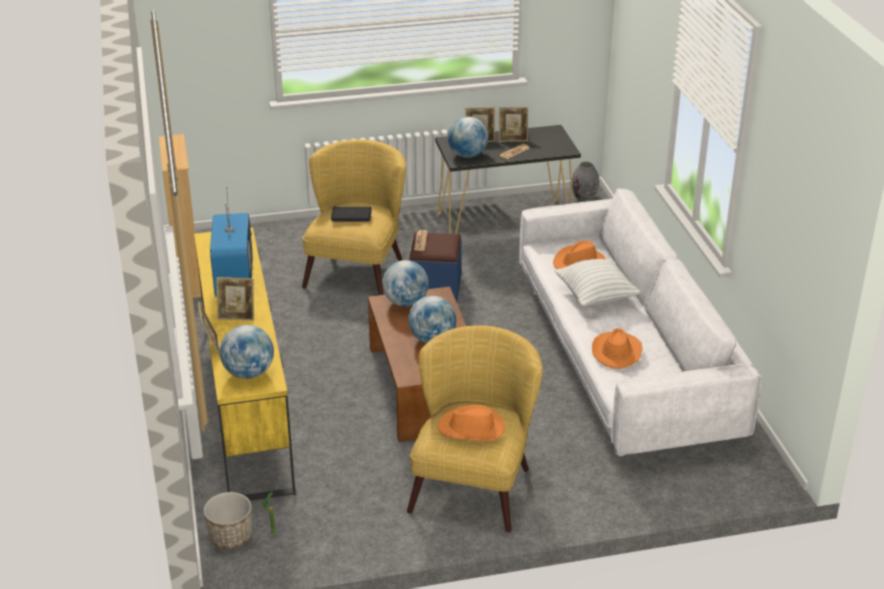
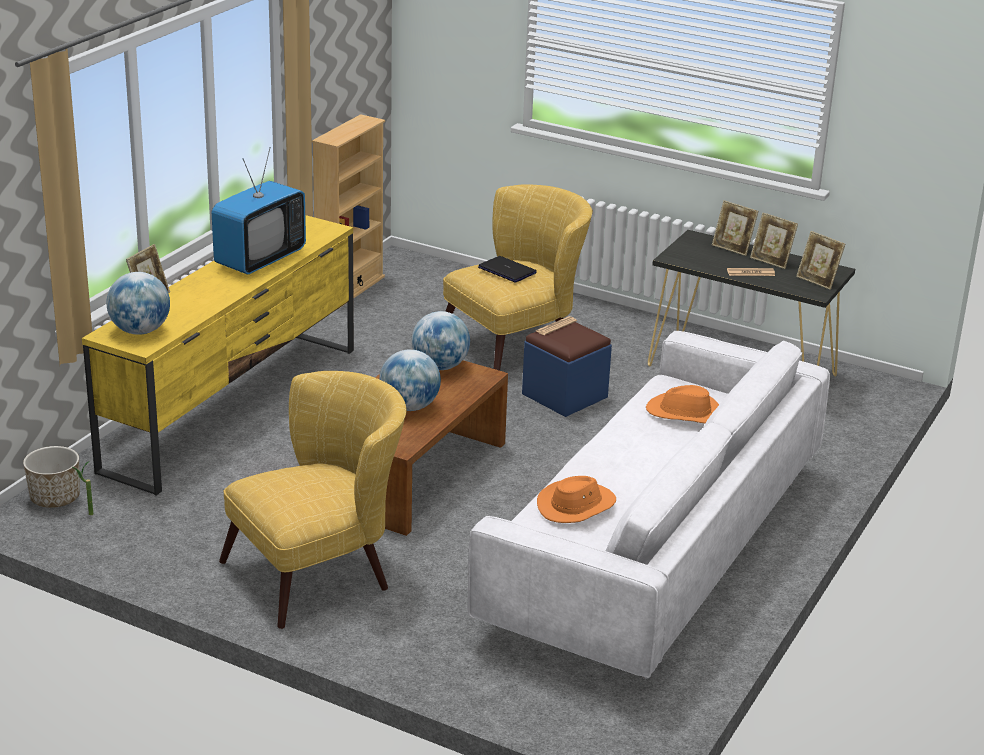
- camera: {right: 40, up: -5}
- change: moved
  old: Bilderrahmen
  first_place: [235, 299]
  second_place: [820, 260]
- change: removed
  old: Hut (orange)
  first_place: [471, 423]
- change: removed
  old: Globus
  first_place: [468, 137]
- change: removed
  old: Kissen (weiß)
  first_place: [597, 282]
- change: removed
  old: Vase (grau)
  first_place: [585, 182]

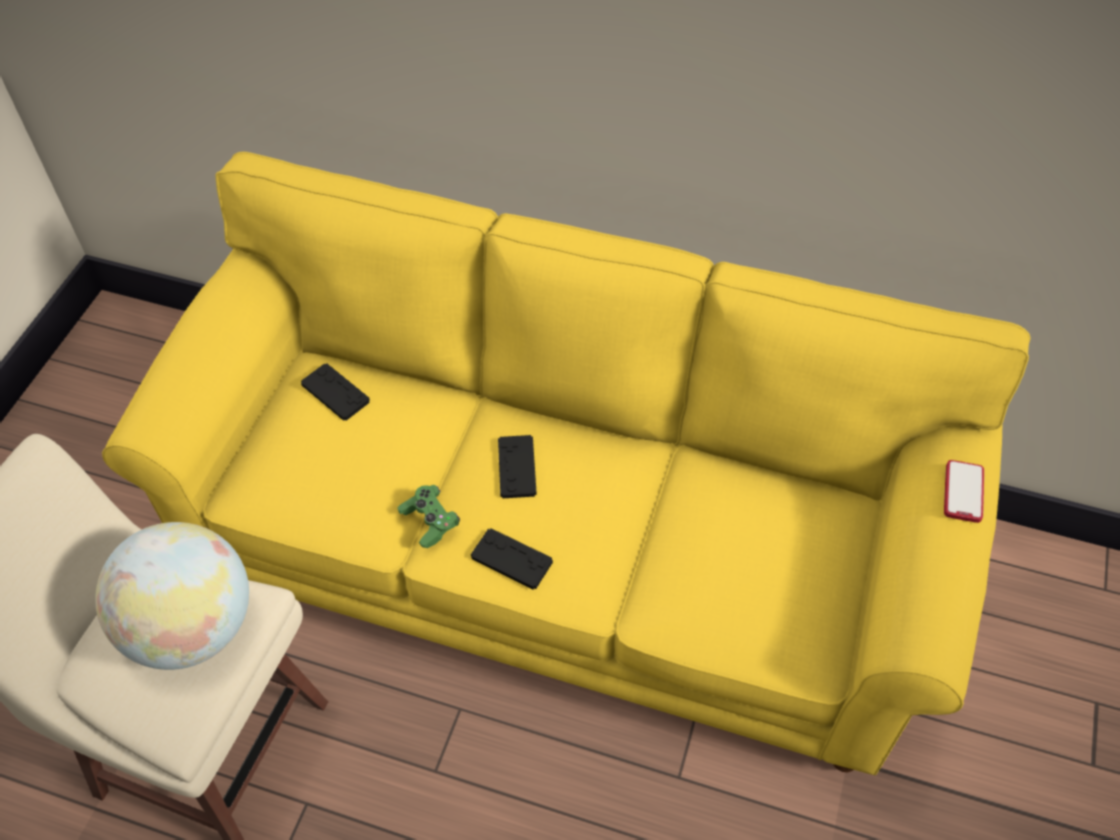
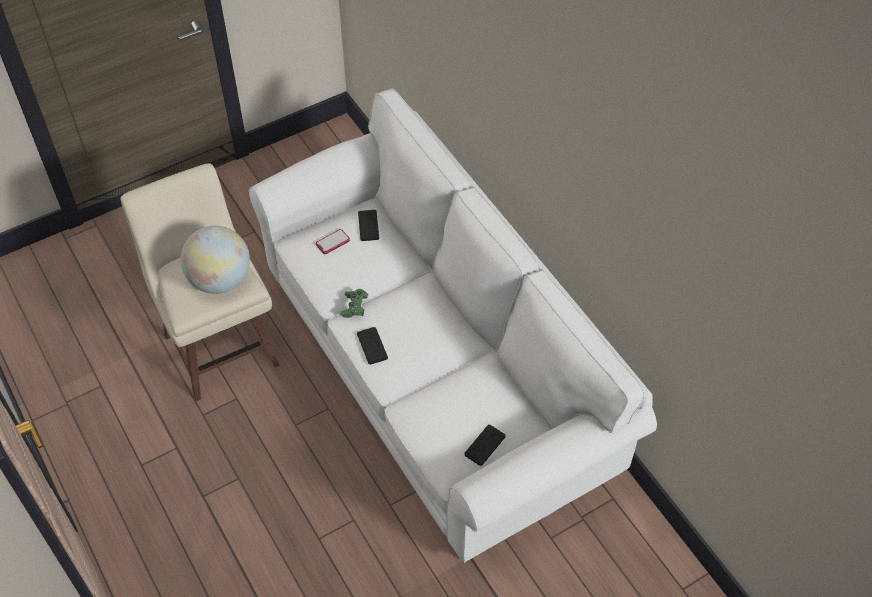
- camera: {right: 40, up: 0}
- change: recoloured
  old: Sofa (gelb)
  new: Sofa (weiß)
  first_place: [566, 463]
  second_place: [453, 325]
- change: moved
  old: Handy
  first_place: [964, 491]
  second_place: [333, 241]
- change: moved
  old: Gamepad (schwarz)
  first_place: [517, 467]
  second_place: [484, 445]

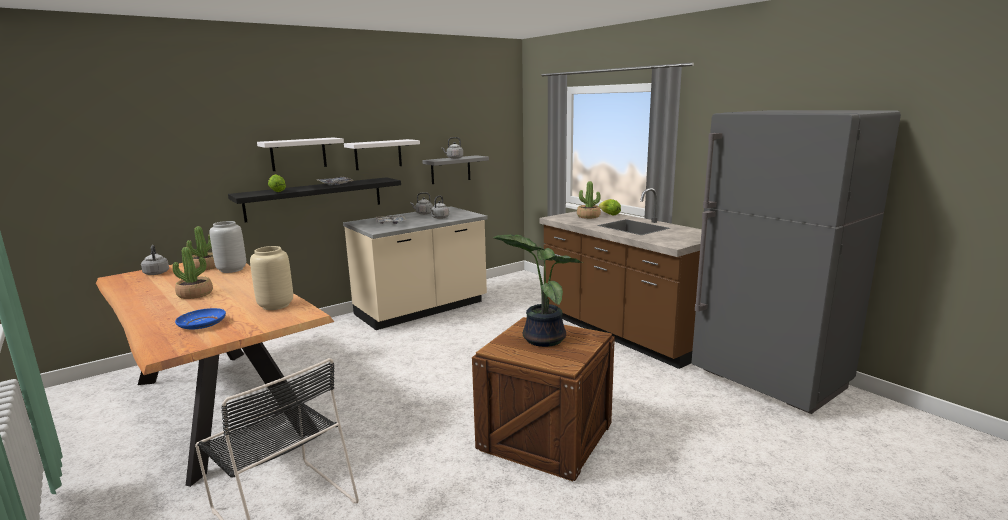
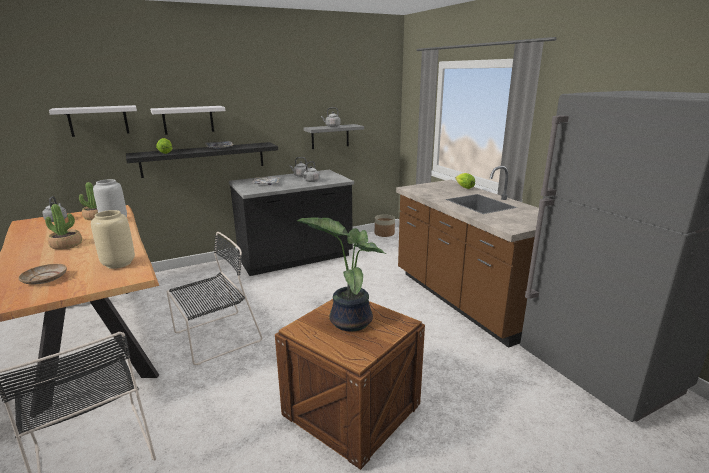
- camera: {right: 10, up: 5}
- change: recoloured
  old: Teller (blau)
  new: Teller (beige)
  first_place: [200, 318]
  second_place: [43, 274]
- change: moved
  old: Wandregal (weiß)
  first_place: [382, 154]
  second_place: [93, 121]
- change: added
  new: Stuhl (schwarz)
  second_place: [215, 298]
- change: recoloured
  old: Küchenzeile (beige)
  new: Küchenzeile (schwarz)
  first_place: [415, 268]
  second_place: [291, 223]
- change: added
  new: Pflanzkübel
  second_place: [385, 225]
- change: removed
  old: Topfpflanze
  first_place: [589, 200]

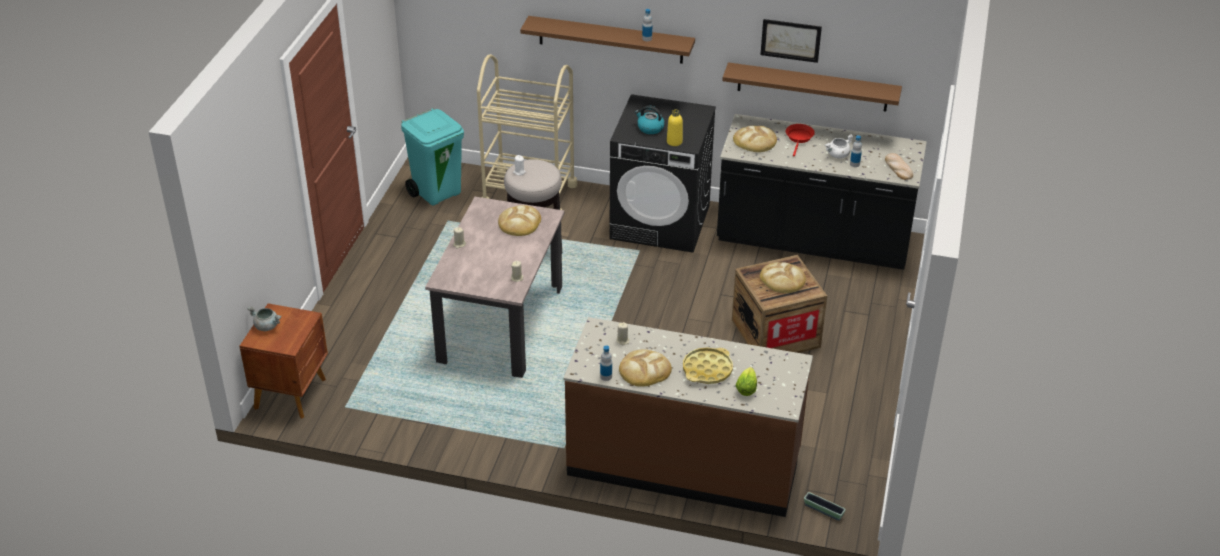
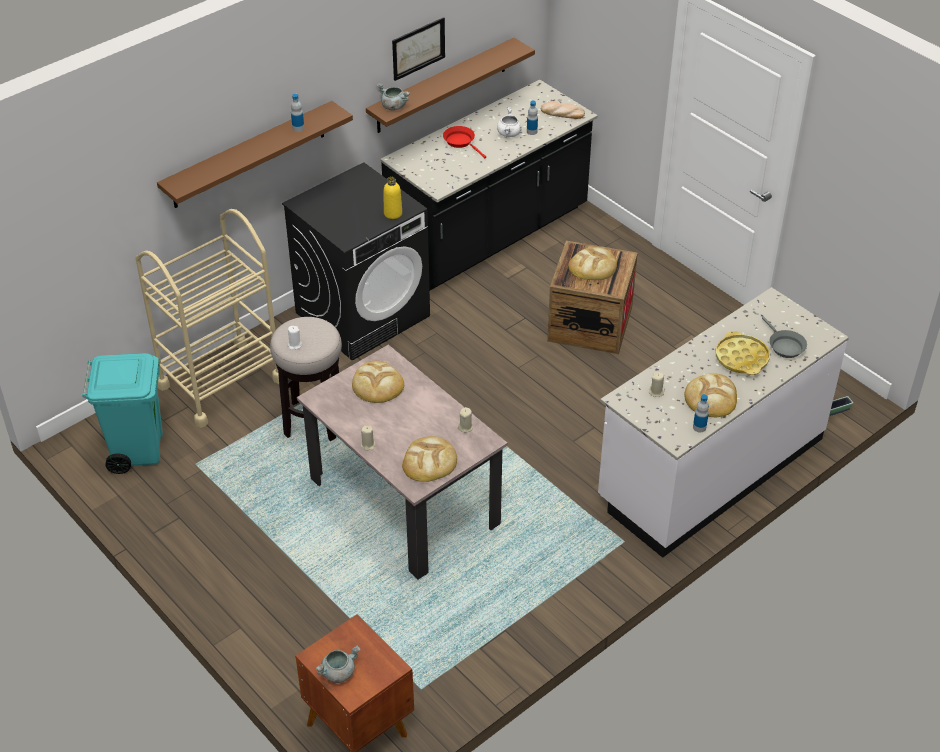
- camera: {right: -55, up: 5}
- change: added
  new: Kochtopf (grau)
  second_place: [393, 96]
- change: moved
  old: Brot
  first_place: [755, 139]
  second_place: [429, 459]
- change: recoloured
  old: Küchenzeile (braun)
  new: Küchenzeile (weiß)
  first_place: [688, 417]
  second_place: [723, 422]
- change: replaced
  old: Salatkopf
  new: Pfanne (grau)
  first_place: [746, 381]
  second_place: [784, 337]
- change: removed
  old: Wasserkessel
  first_place: [650, 120]

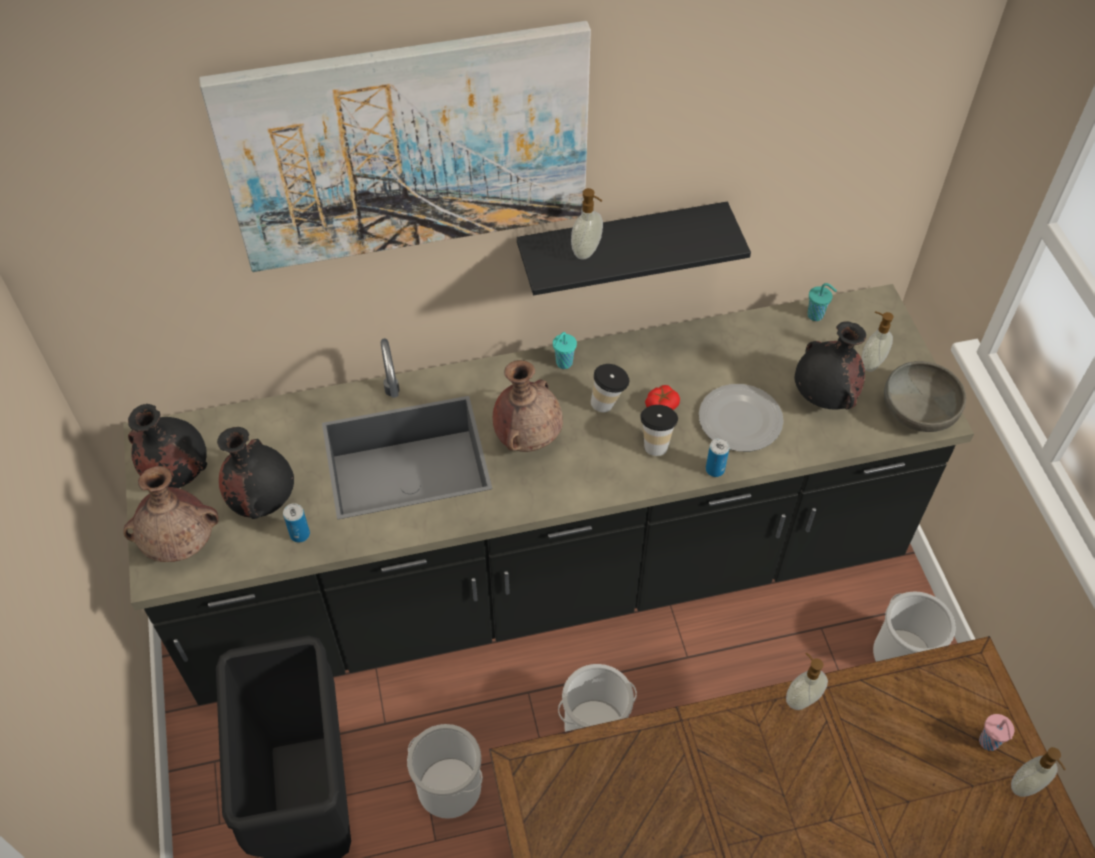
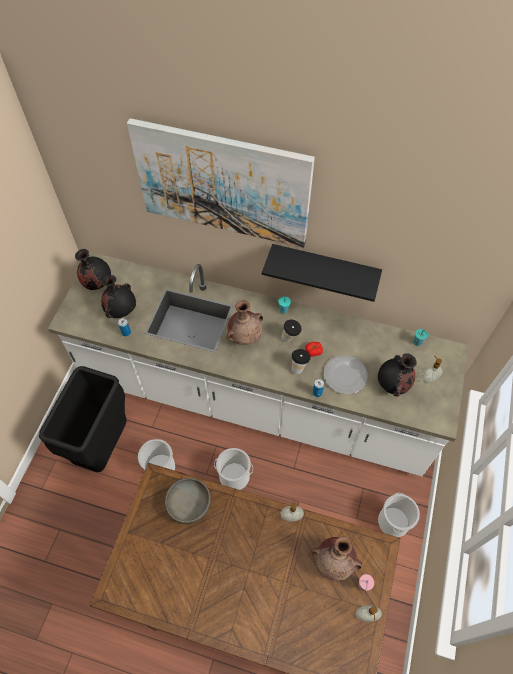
- camera: {right: 30, up: 5}
- change: recoloured
  old: Küchenzeile (schwarz)
  new: Küchenzeile (weiß)
  first_place: [548, 494]
  second_place: [258, 364]
- change: moved
  old: Schüssel (grau)
  first_place: [925, 396]
  second_place: [188, 501]
- change: moved
  old: Vase (braun)
  first_place: [170, 514]
  second_place: [337, 558]
- change: removed
  old: Seifenspender
  first_place: [587, 224]

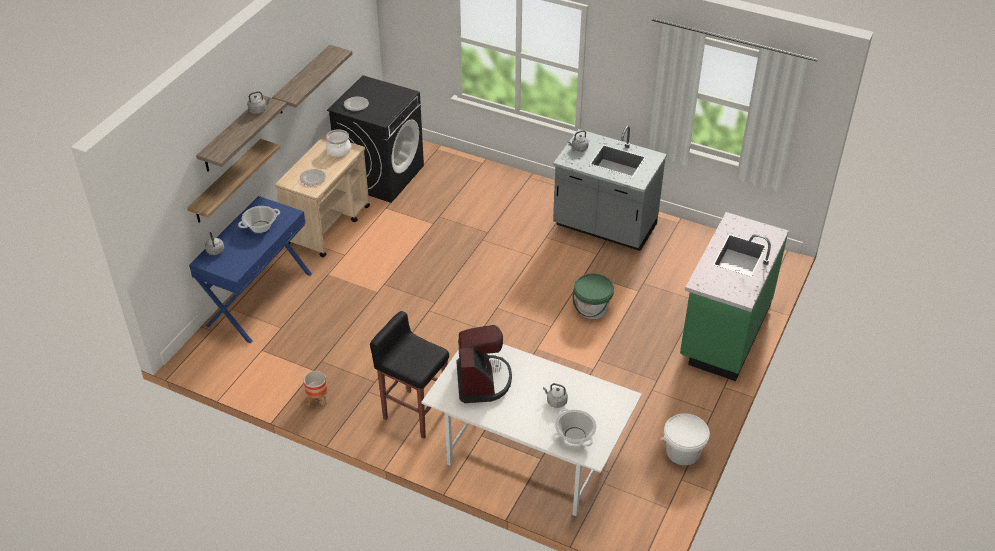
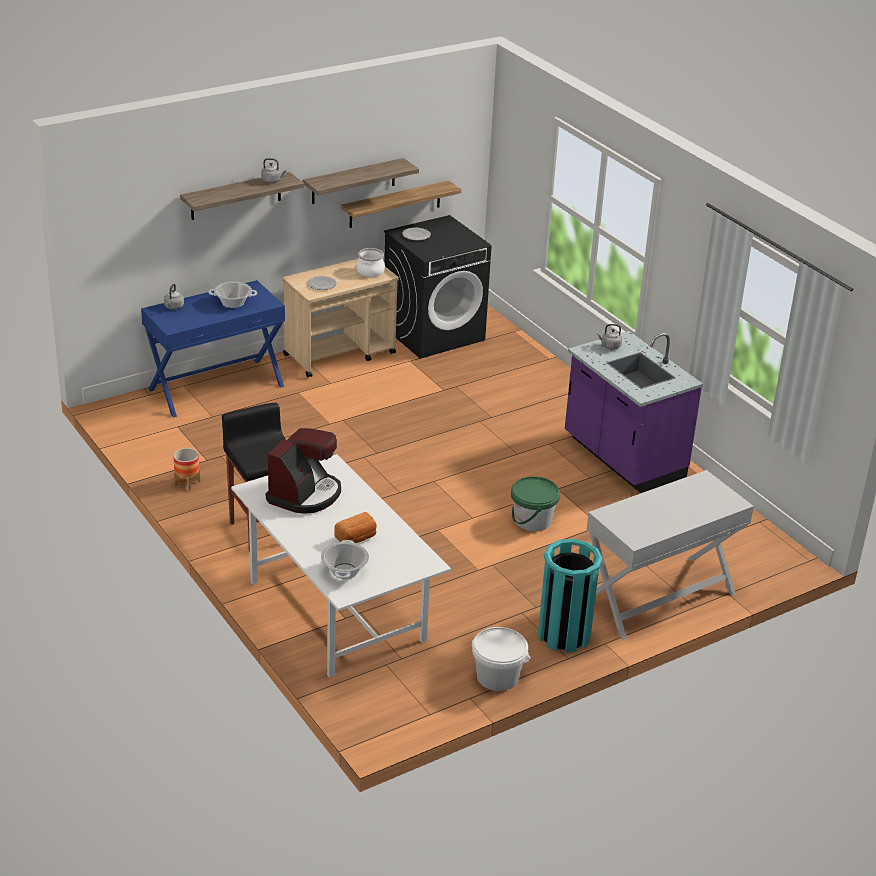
- camera: {right: 30, up: -10}
- change: replaced
  old: Wasserkessel (grau)
  new: Brot
  first_place: [555, 395]
  second_place: [355, 528]
- change: moved
  old: Wandregal
  first_place: [233, 181]
  second_place: [401, 204]
- change: added
  new: Mülleimer (türkis)
  second_place: [570, 596]
- change: recoloured
  old: Küchenzeile (grau)
  new: Küchenzeile (lila)
  first_place: [610, 188]
  second_place: [634, 412]
- change: replaced
  old: Küchenzeile (grün)
  new: Konsolentisch (weiß)
  first_place: [734, 296]
  second_place: [670, 555]

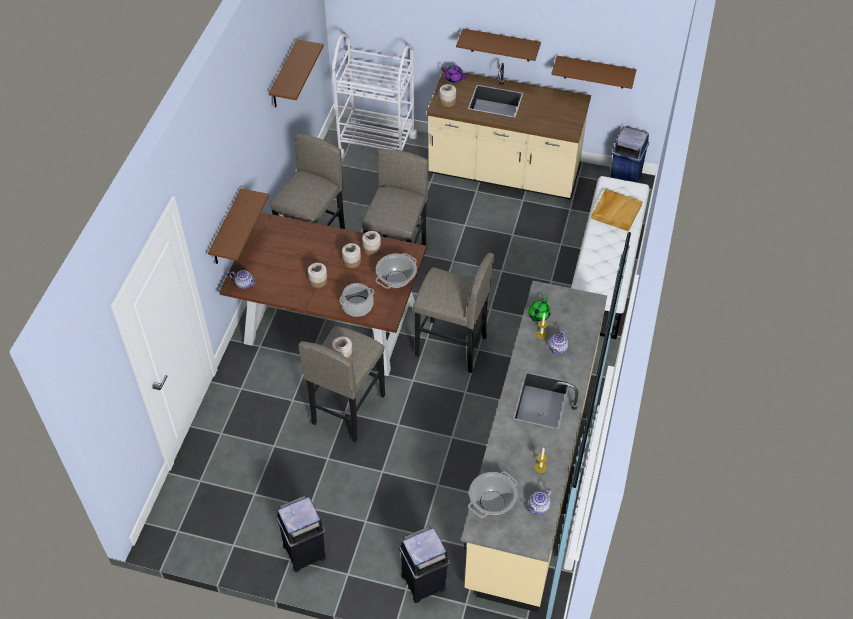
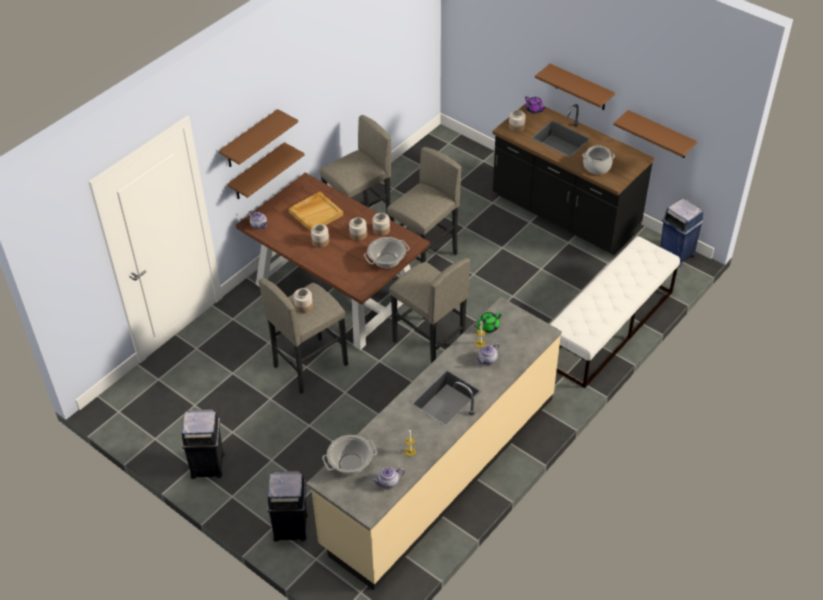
- camera: {right: 25, up: -5}
- change: moved
  old: Wandregal (braun)
  first_place: [296, 73]
  second_place: [258, 138]
- change: moved
  old: Tablett (beige)
  first_place: [617, 210]
  second_place: [315, 212]
- change: recoloured
  old: Küchenzeile (beige)
  new: Küchenzeile (schwarz)
  first_place: [509, 131]
  second_place: [573, 179]
- change: moved
  old: Kochtopf
  first_place: [356, 300]
  second_place: [598, 159]
- change: removed
  old: Rollwagen (weiß)
  first_place: [374, 96]

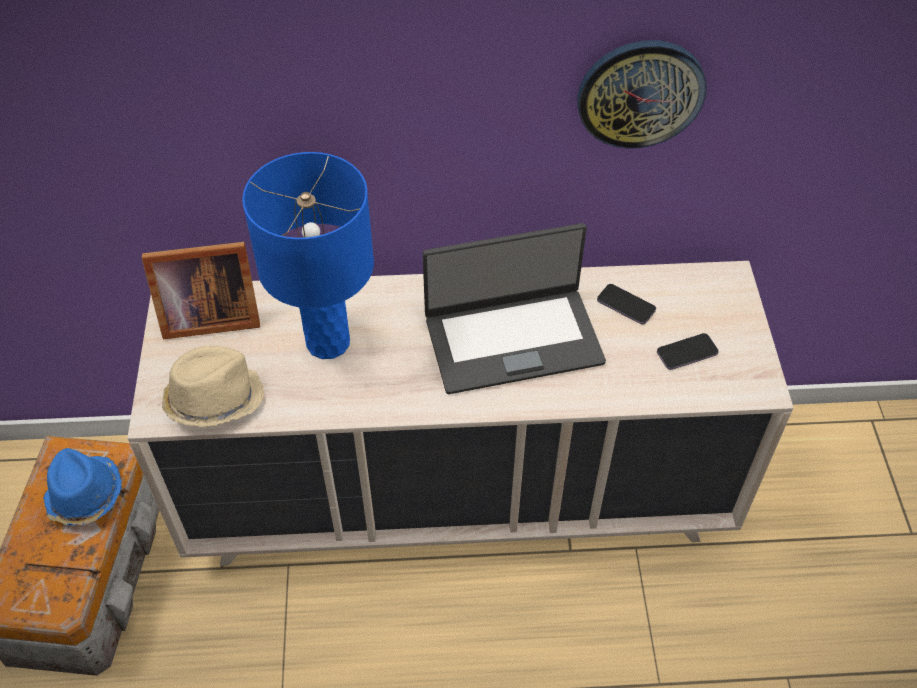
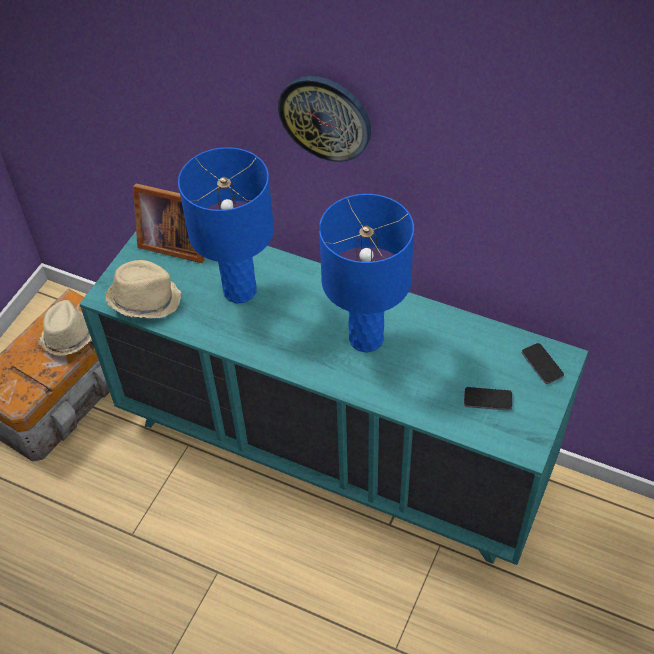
- camera: {right: 30, up: 0}
- change: recoloured
  old: Hut (blau)
  new: Hut (beige)
  first_place: [82, 486]
  second_place: [64, 328]
- change: recoloured
  old: Kommode (beige)
  new: Kommode (türkis)
  first_place: [460, 413]
  second_place: [334, 398]
- change: moved
  old: Wanduhr
  first_place: [642, 94]
  second_place: [324, 119]
- change: replaced
  old: Laptop
  new: Tischlampe (blau)
  first_place: [514, 308]
  second_place: [366, 273]
- change: moved
  old: Handy
  first_place: [626, 304]
  second_place: [543, 363]

